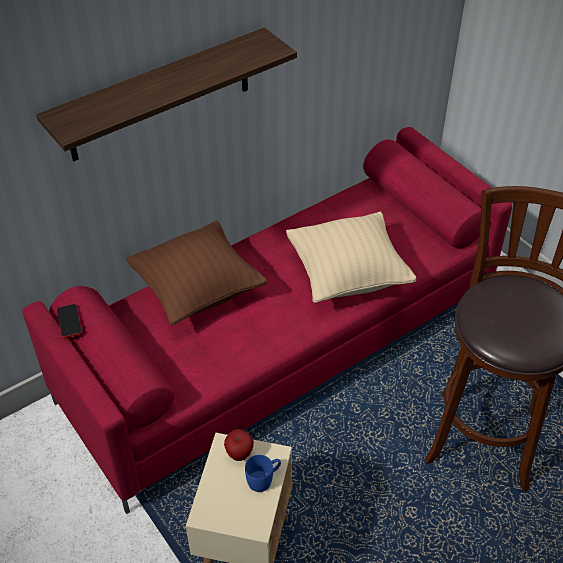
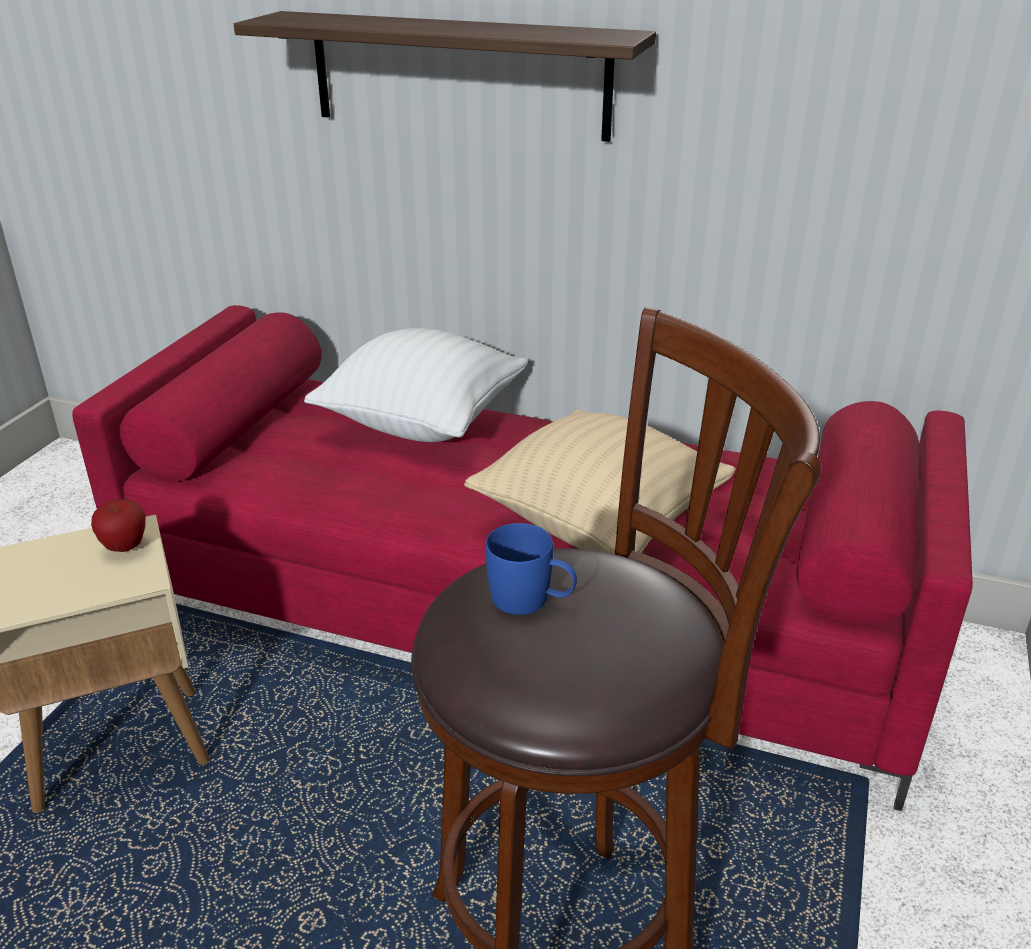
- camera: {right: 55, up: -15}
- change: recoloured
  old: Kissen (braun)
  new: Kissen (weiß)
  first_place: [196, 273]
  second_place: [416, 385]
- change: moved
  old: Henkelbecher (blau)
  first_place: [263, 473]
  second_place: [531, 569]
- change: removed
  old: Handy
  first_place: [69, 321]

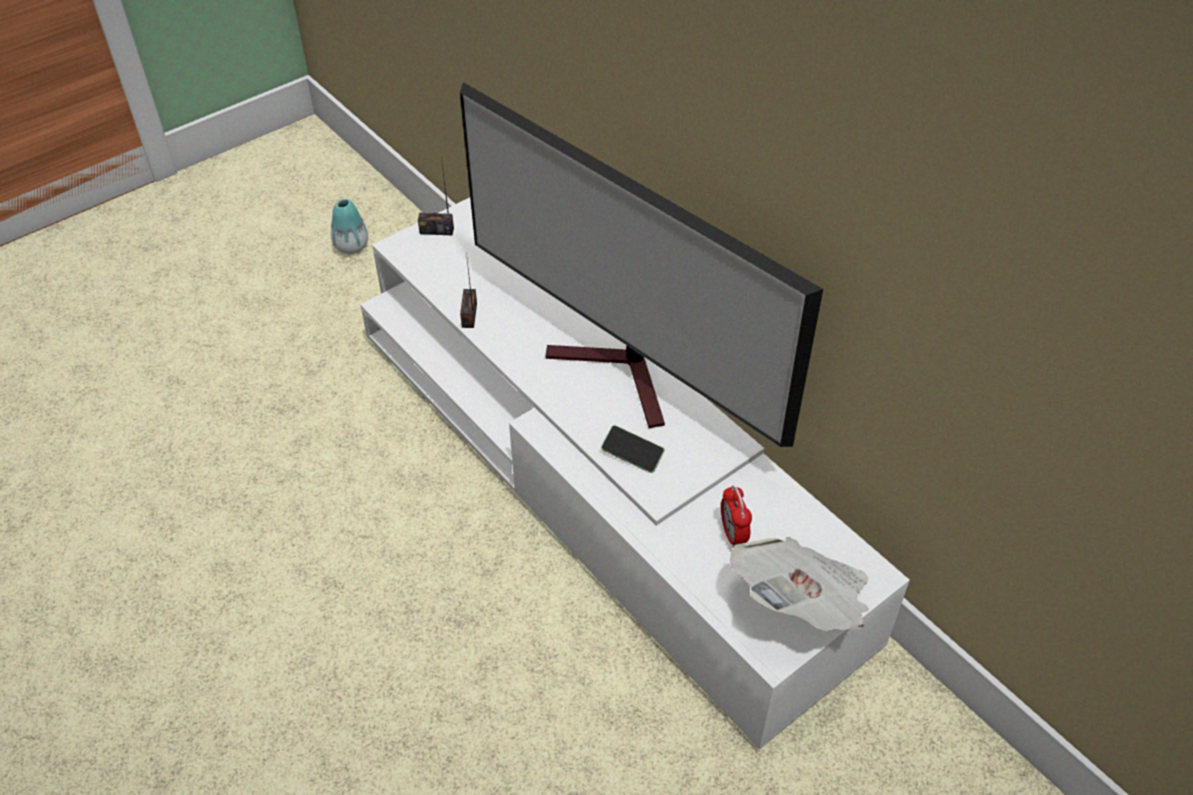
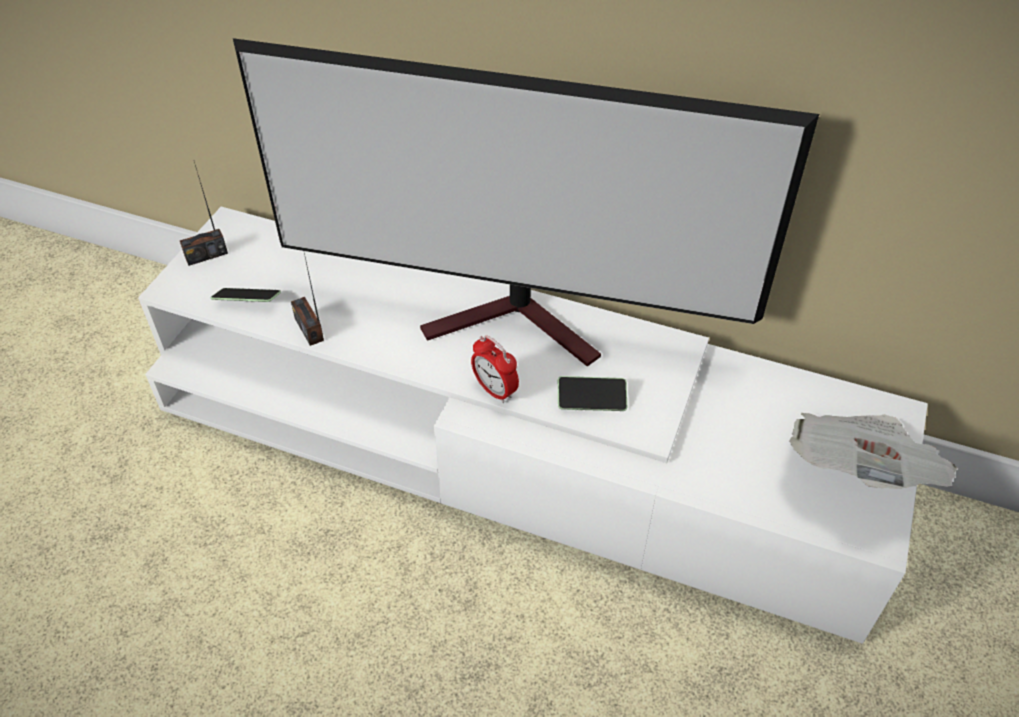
- camera: {right: -30, up: 0}
- change: added
  new: Handy
  second_place: [246, 295]
- change: moved
  old: Wecker
  first_place: [736, 516]
  second_place: [495, 369]
- change: removed
  old: Vase
  first_place: [349, 226]

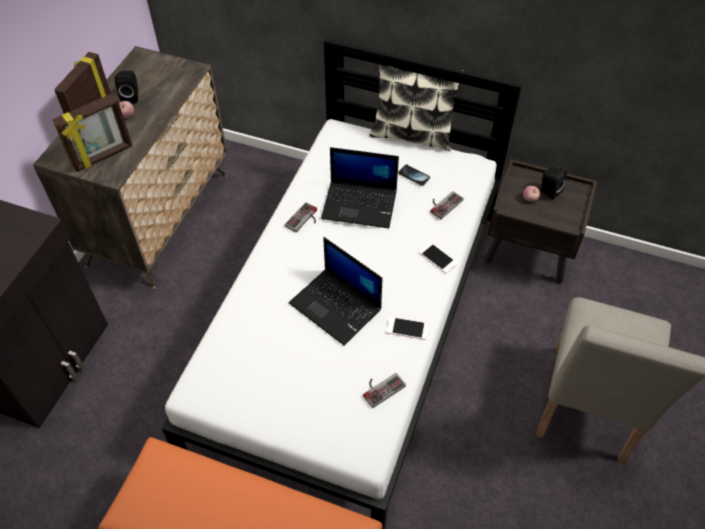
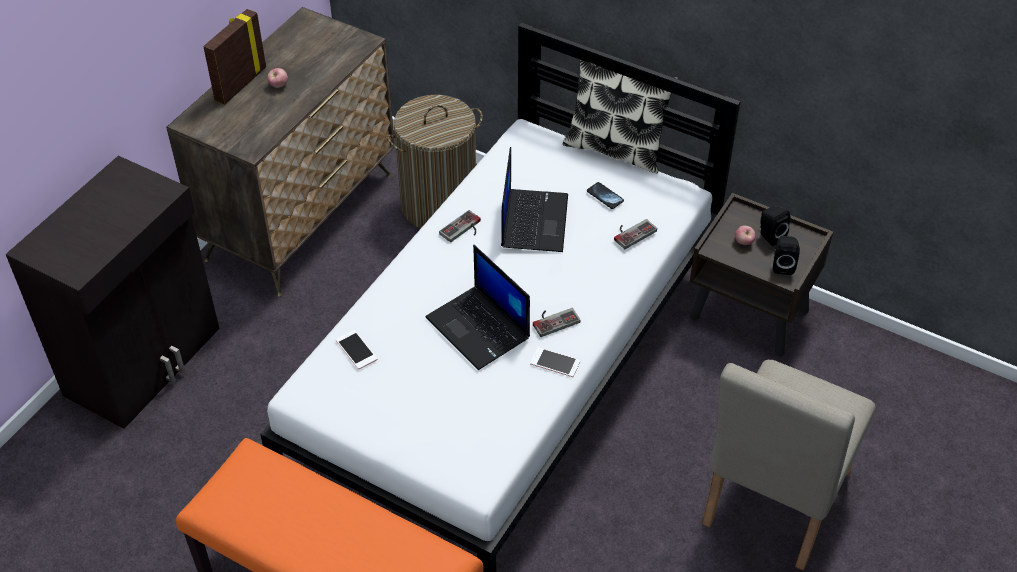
- camera: {right: 10, up: -5}
- change: moved
  old: Handy
  first_place: [438, 257]
  second_place: [356, 349]
- change: added
  new: Wäschekorb
  second_place: [435, 161]
- change: turned
  old: Laptop
  first_place: [360, 187]
  second_place: [534, 199]
  degrees: -105
- change: moved
  old: Gamepad
  first_place: [384, 390]
  second_place: [557, 322]
- change: moved
  old: Lautsprecher (schwarz)
  first_place: [126, 87]
  second_place: [786, 255]
- change: removed
  old: Bilderrahmen
  first_place: [93, 132]

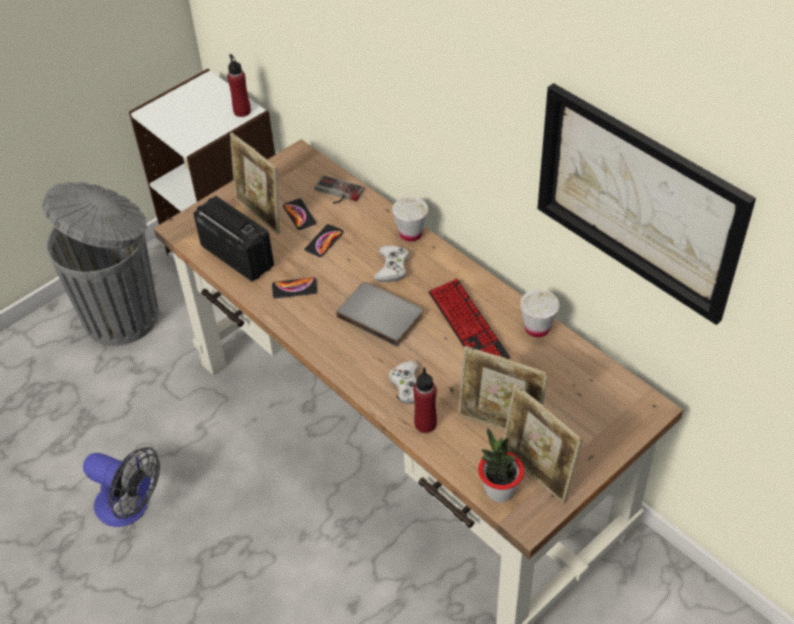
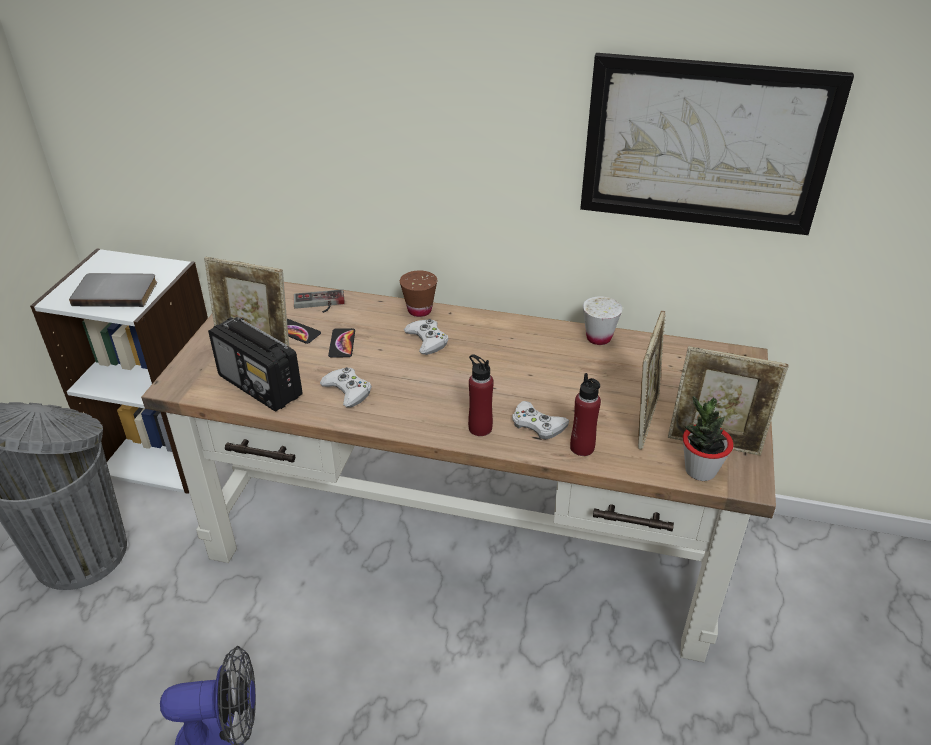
- camera: {right: -35, up: -10}
- change: moved
  old: Buch (grau)
  first_place: [379, 314]
  second_place: [113, 290]
- change: turned
  old: Radio
  first_place: [233, 239]
  second_place: [255, 364]
  degrees: -150
- change: replaced
  old: Handy
  new: Gamepad (weiß)
  first_place: [294, 287]
  second_place: [346, 387]
- change: recoloured
  old: Tasse (weiß)
  new: Tasse (braun)
  first_place: [410, 219]
  second_place: [418, 293]
- change: moved
  old: Flasche (rot)
  first_place: [239, 85]
  second_place: [481, 395]
- change: turned
  old: Bilderrahmen
  first_place: [503, 388]
  second_place: [652, 380]
  degrees: -60
- change: removed
  old: Tastatur
  first_place: [469, 318]

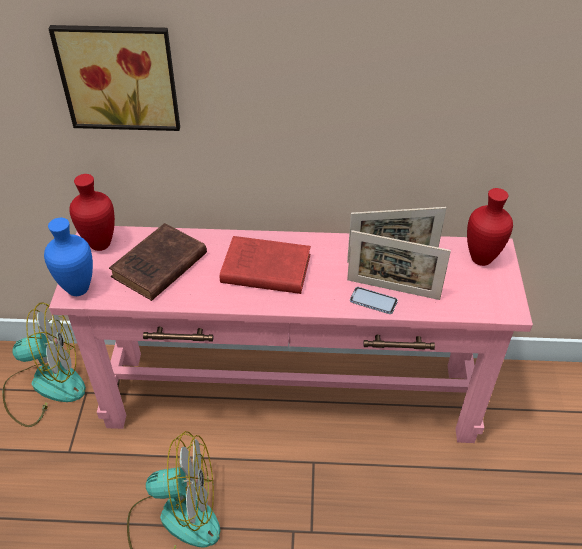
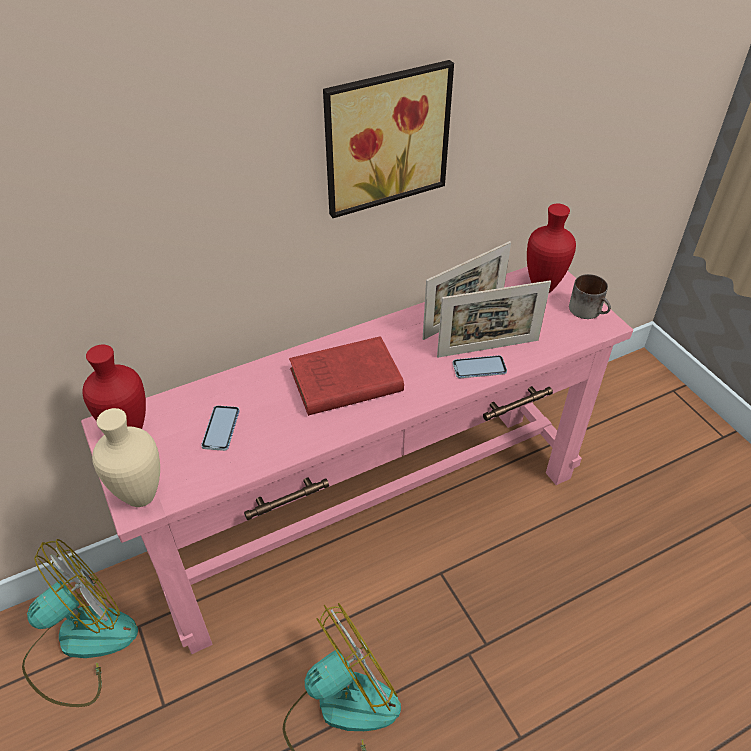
- camera: {right: -30, up: 0}
- change: recoloured
  old: Vase (blau)
  new: Vase (beige)
  first_place: [68, 257]
  second_place: [126, 457]
- change: replaced
  old: Buch (braun)
  new: Handy
  first_place: [158, 262]
  second_place: [220, 428]
- change: moved
  old: Bild
  first_place: [114, 78]
  second_place: [388, 139]
- change: added
  new: Henkelbecher
  second_place: [590, 296]

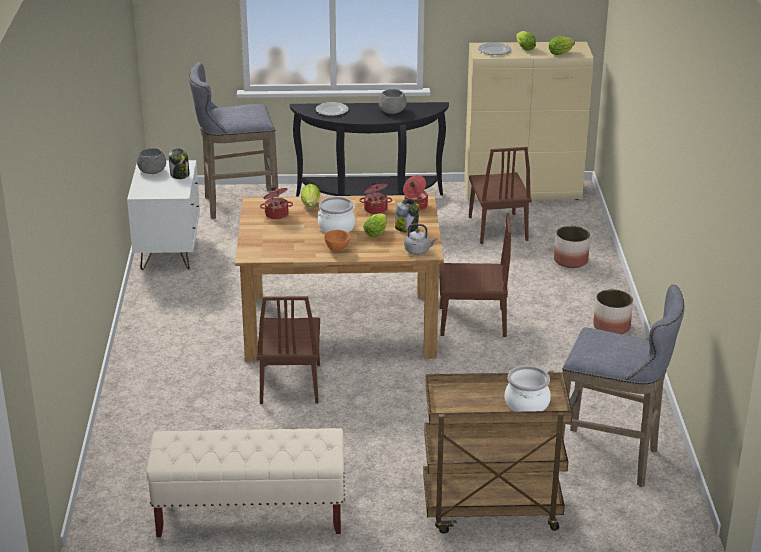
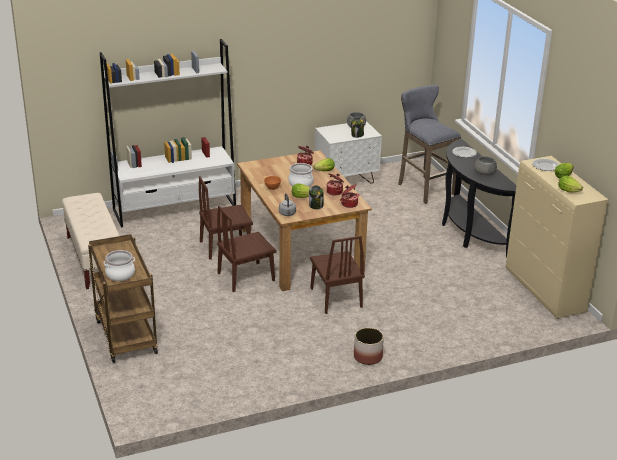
- camera: {right: 70, up: 0}
- change: added
  new: Bücherregal (weiß)
  second_place: [168, 133]
- change: moved
  old: Stuhl (braun)
  first_place: [500, 195]
  second_place: [247, 249]
- change: removed
  old: Pflanzkübel
  first_place: [572, 247]
- change: removed
  old: Hocker (grau)
  first_place: [623, 385]

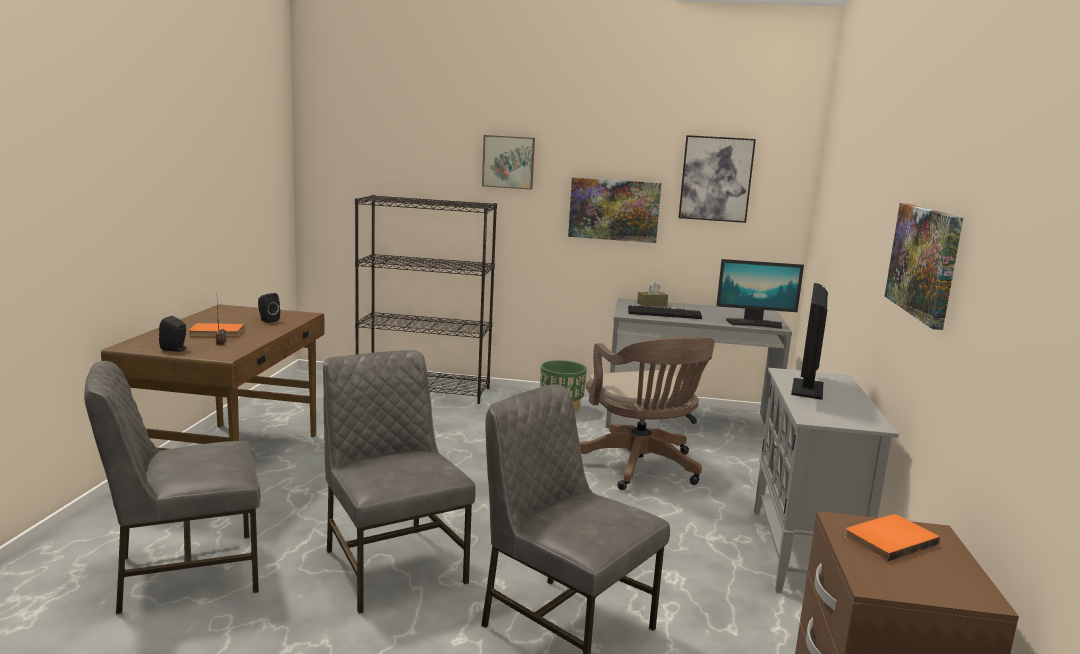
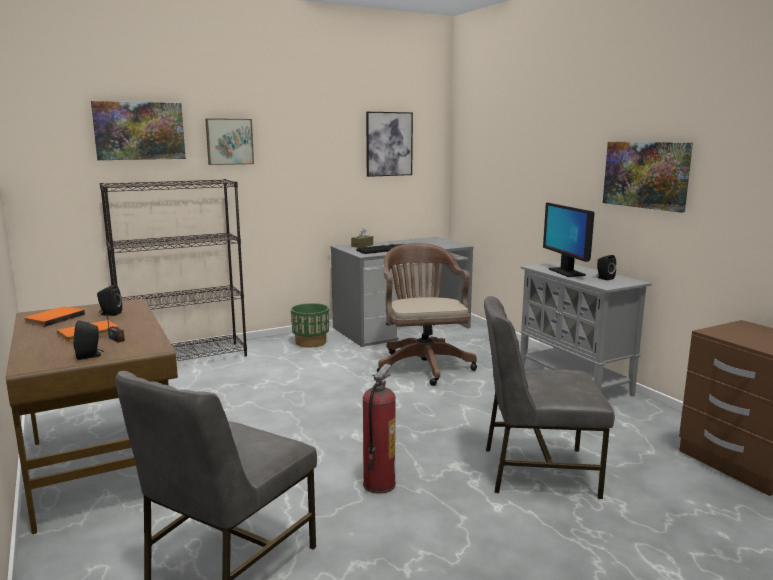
- camera: {right: -35, up: 0}
- change: moved
  old: Buch (orange)
  first_place: [892, 538]
  second_place: [54, 316]
- change: moved
  old: Bild
  first_place: [614, 210]
  second_place: [138, 130]
- change: replaced
  old: Stuhl (grau)
  new: Feuerlöscher
  first_place: [399, 482]
  second_place: [379, 429]
- change: turned
  old: Bürostuhl (braun)
  first_place: [647, 413]
  second_place: [427, 314]
  degrees: -135
- change: added
  new: Lautsprecher (schwarz)
  second_place: [606, 267]
- change: removed
  old: Monitor
  first_place: [760, 294]

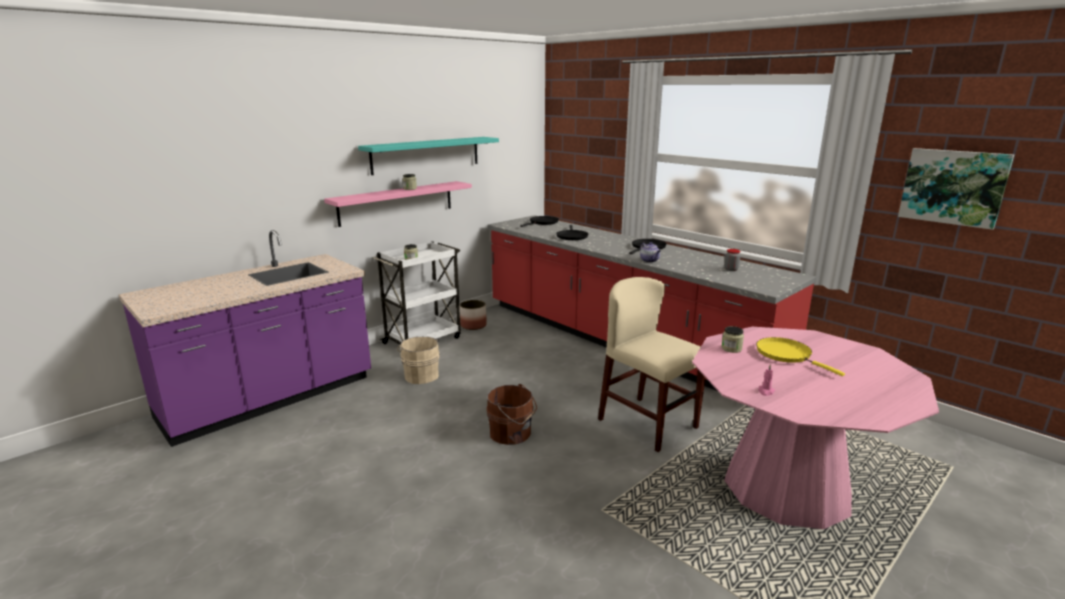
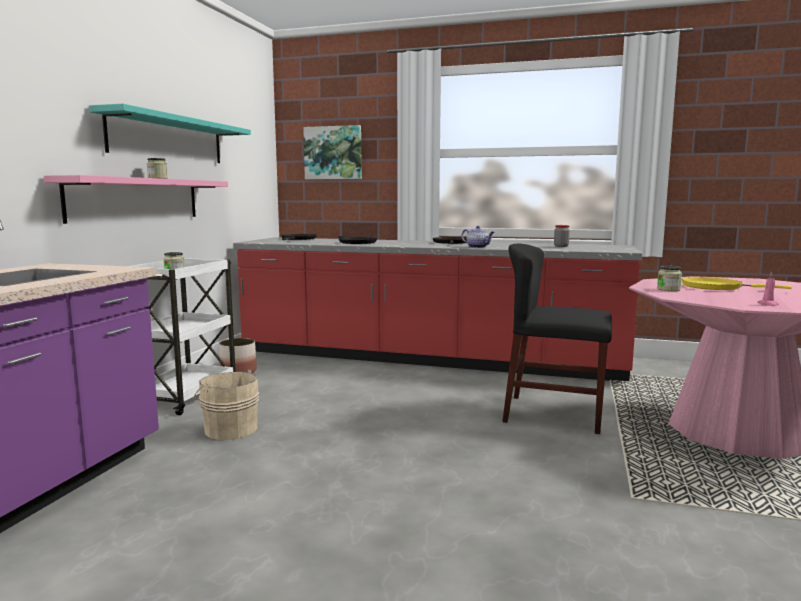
- camera: {right: -30, up: -10}
- change: moved
  old: Bild
  first_place: [956, 189]
  second_place: [332, 152]
- change: recoloured
  old: Stuhl (beige)
  new: Stuhl (schwarz)
  first_place: [651, 364]
  second_place: [557, 338]
- change: removed
  old: Eimer (braun)
  first_place: [512, 414]

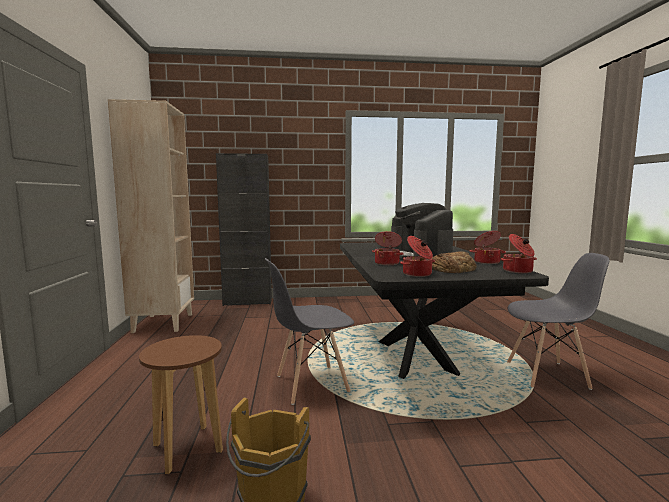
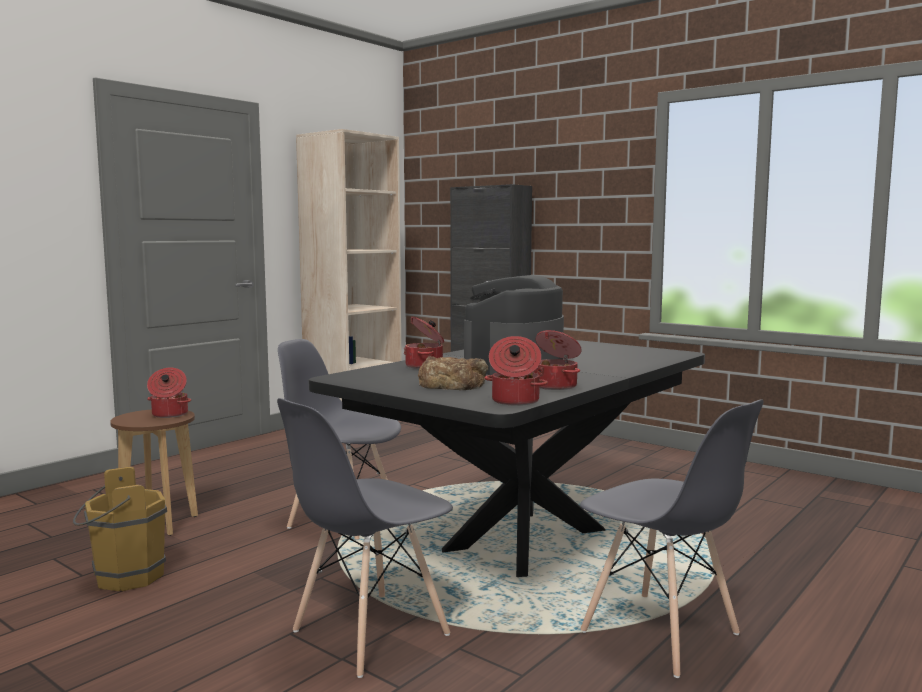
- camera: {right: 45, up: 0}
- change: moved
  old: Kochtopf
  first_place: [417, 256]
  second_place: [169, 393]
- change: added
  new: Stuhl (grau)
  second_place: [365, 538]

